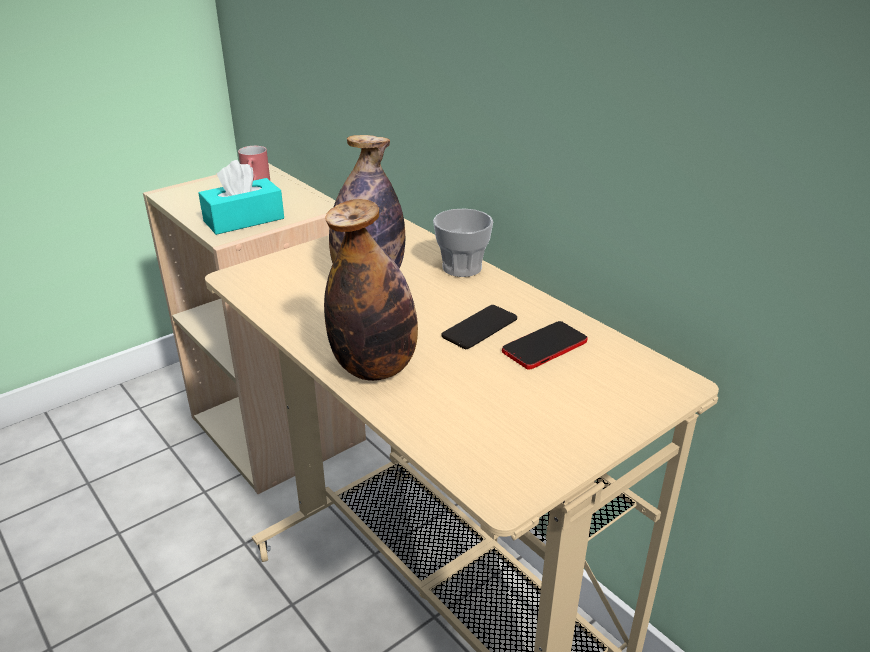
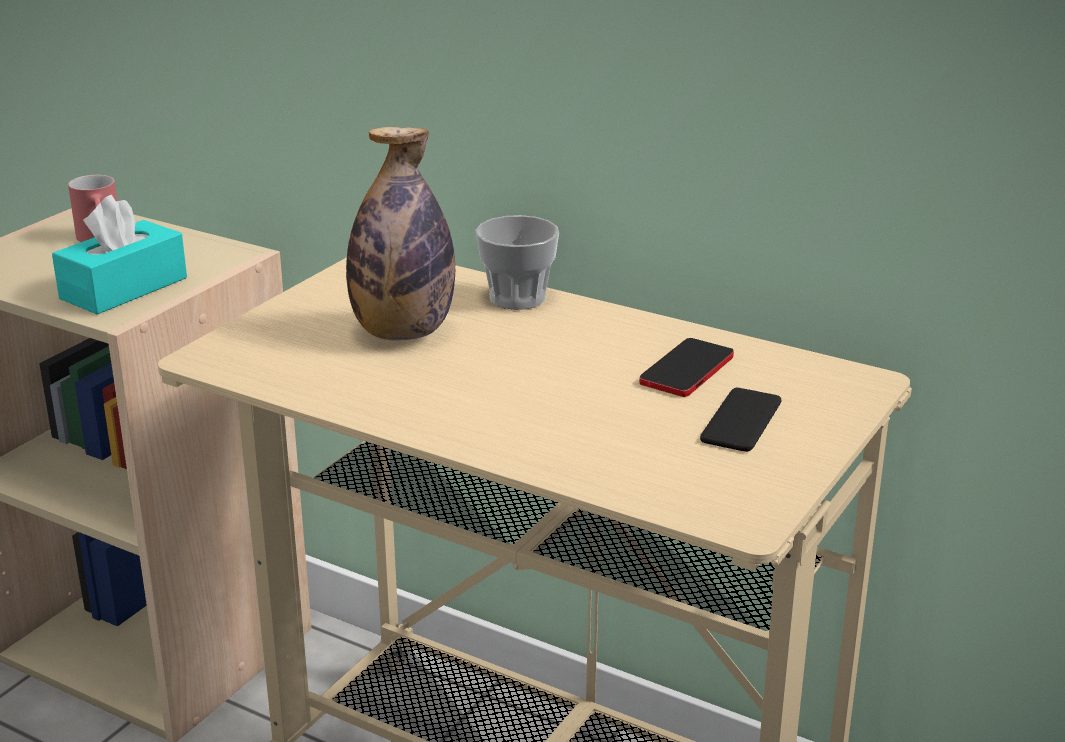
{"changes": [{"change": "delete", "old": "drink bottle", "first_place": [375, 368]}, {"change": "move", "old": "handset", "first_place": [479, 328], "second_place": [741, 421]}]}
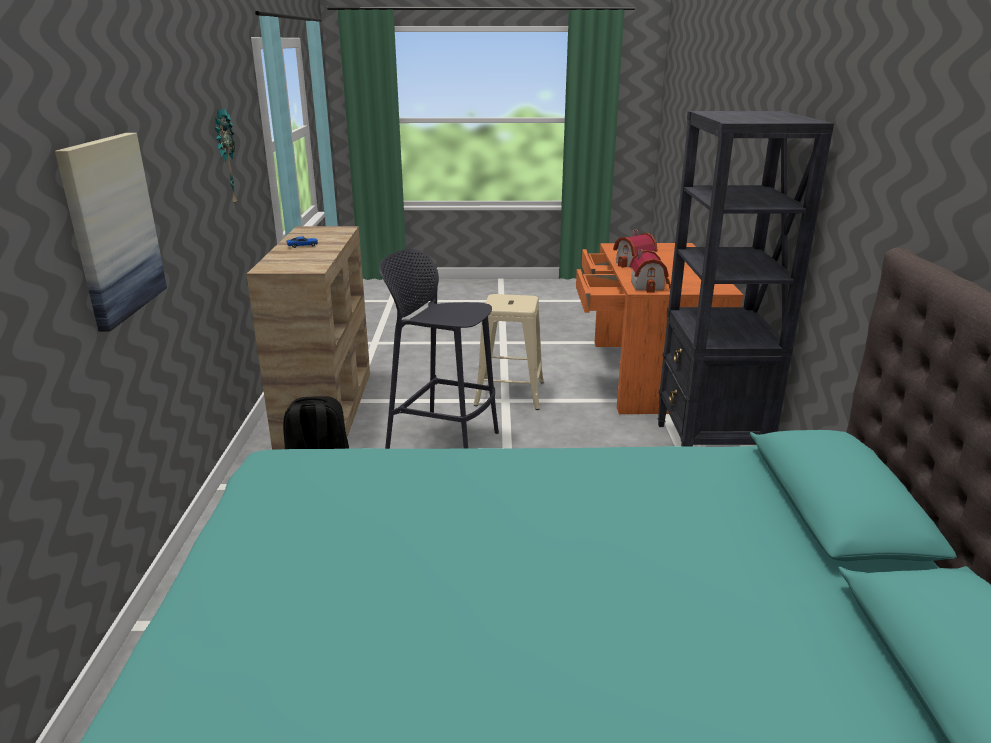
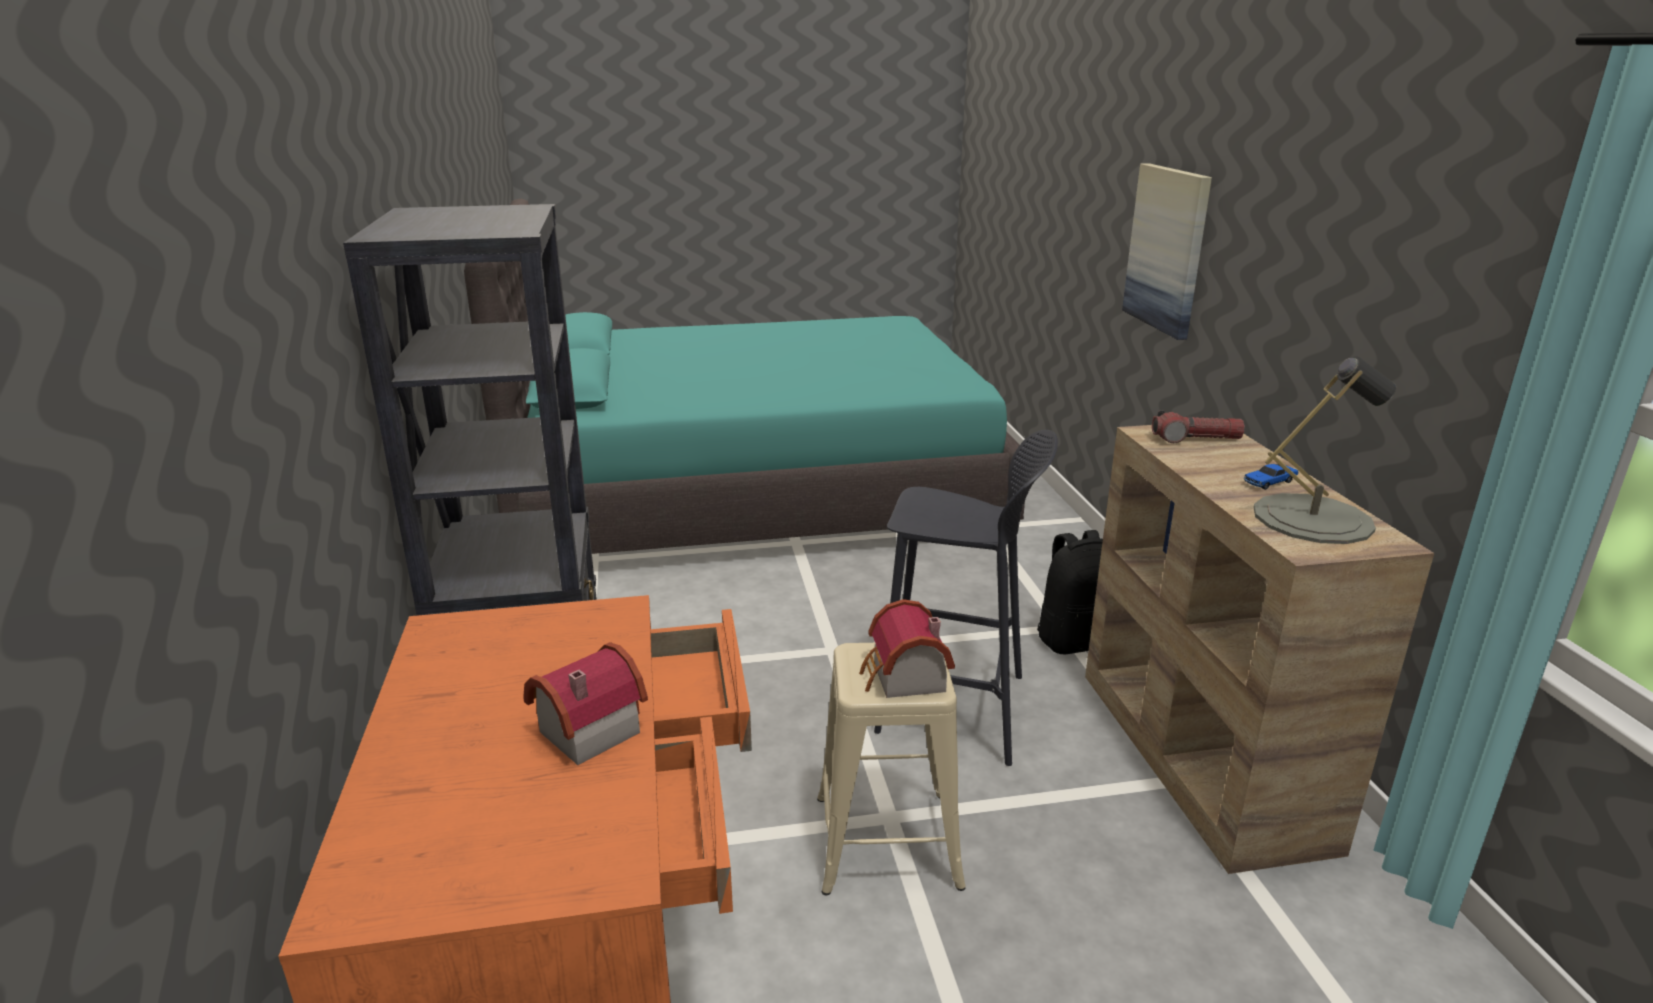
{"changes": [{"change": "delete", "old": "wall clock", "first_place": [224, 158]}, {"change": "move", "old": "toy house", "first_place": [649, 285], "second_place": [904, 679]}, {"change": "insert", "new": "flashlight", "second_place": [1195, 439]}, {"change": "insert", "new": "lamp for a table in grey", "second_place": [1312, 518]}]}
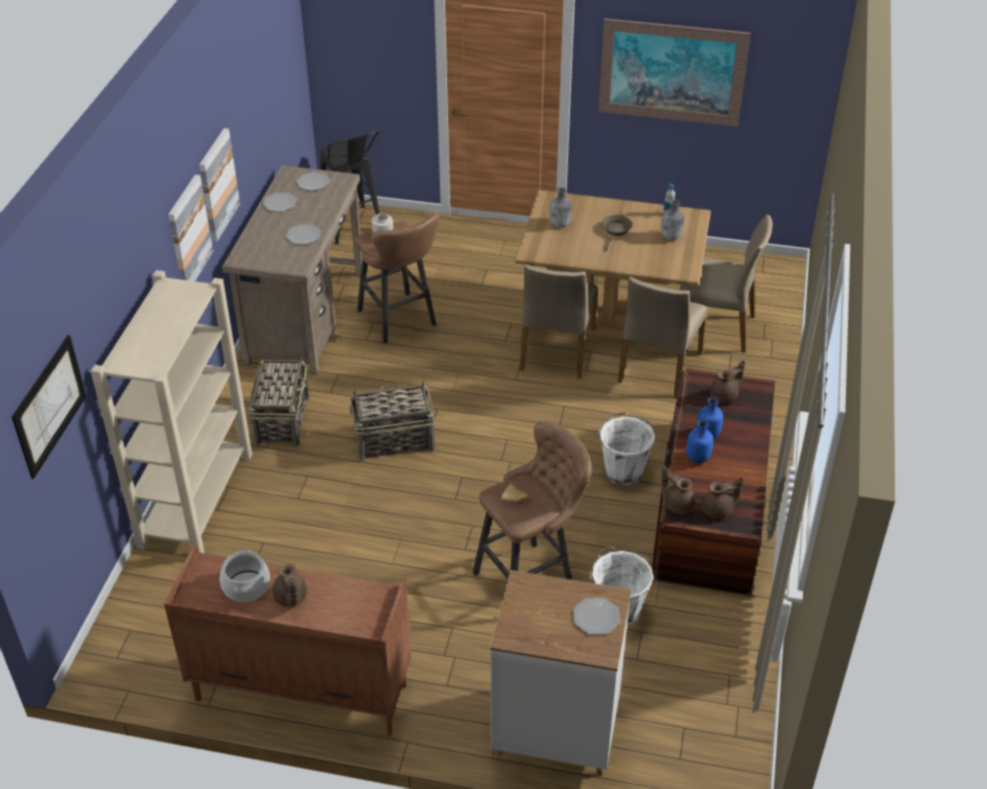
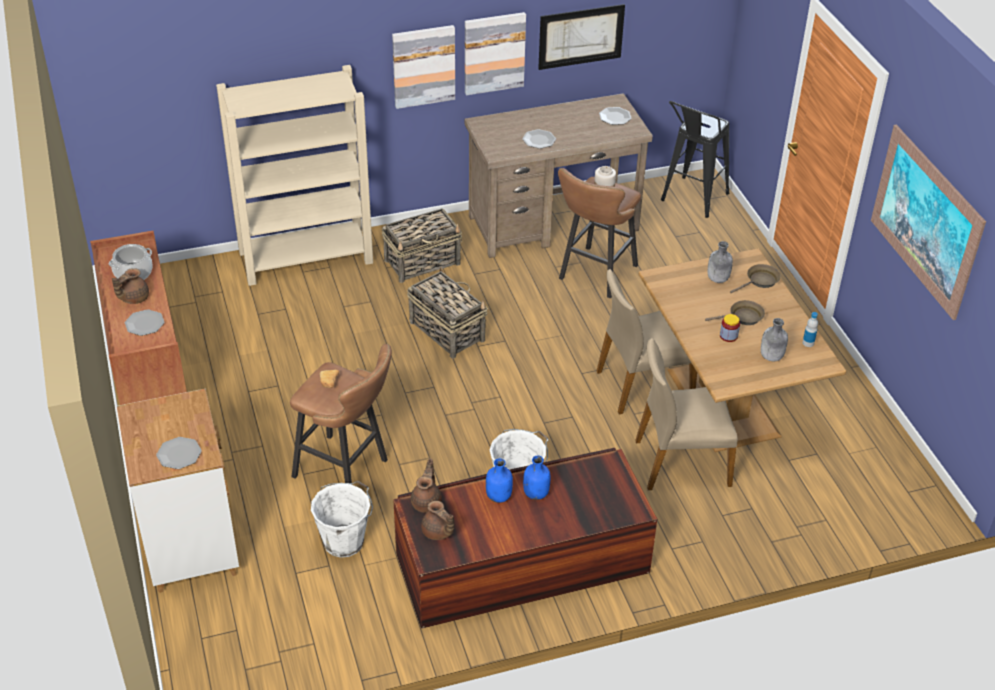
{"changes": [{"change": "move", "old": "wall art", "first_place": [49, 405], "second_place": [581, 36]}, {"change": "move", "old": "dinner plate", "first_place": [280, 203], "second_place": [144, 324]}, {"change": "delete", "old": "upright chair in beige-coloured", "first_place": [714, 327]}, {"change": "delete", "old": "pot for tea in brown-coloured", "first_place": [725, 396]}, {"change": "insert", "new": "storage jar", "second_place": [728, 336]}, {"change": "insert", "new": "skillet in brown-coloured", "second_place": [760, 281]}]}
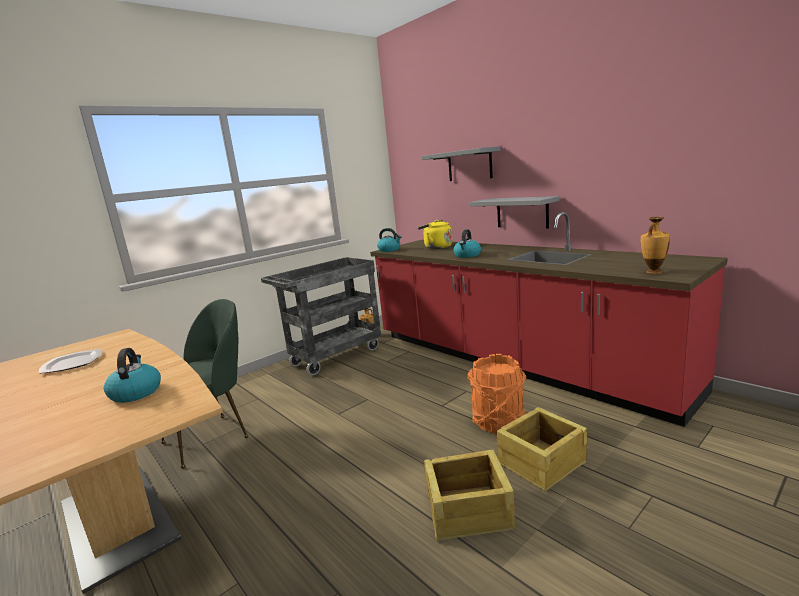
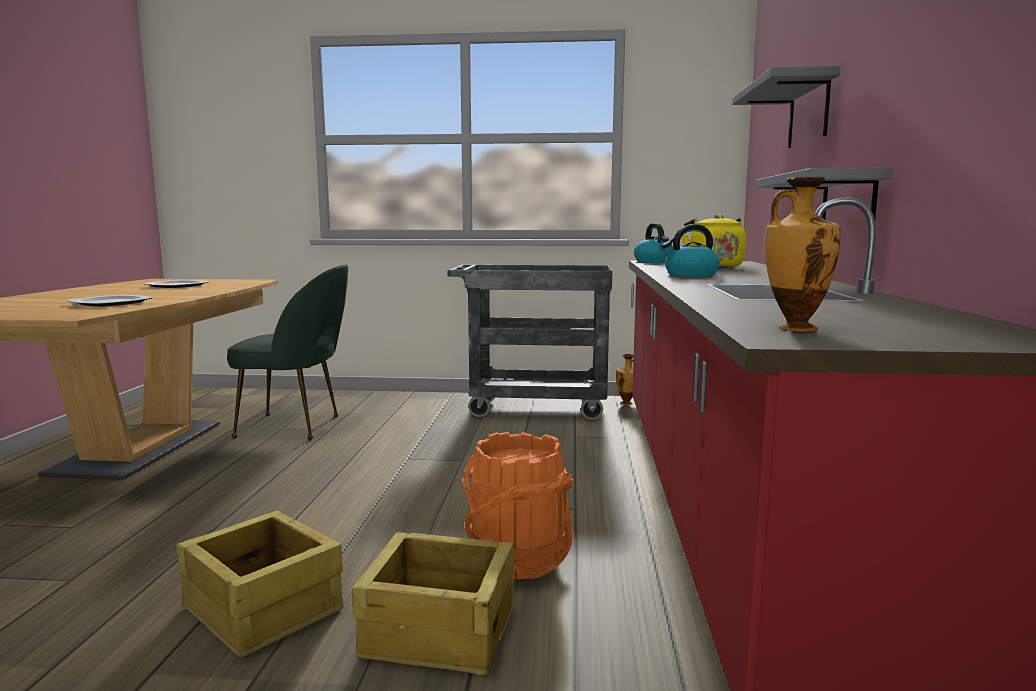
{"changes": [{"change": "replace", "old": "kettle", "new": "dinner plate", "first_place": [136, 392], "second_place": [109, 303]}]}
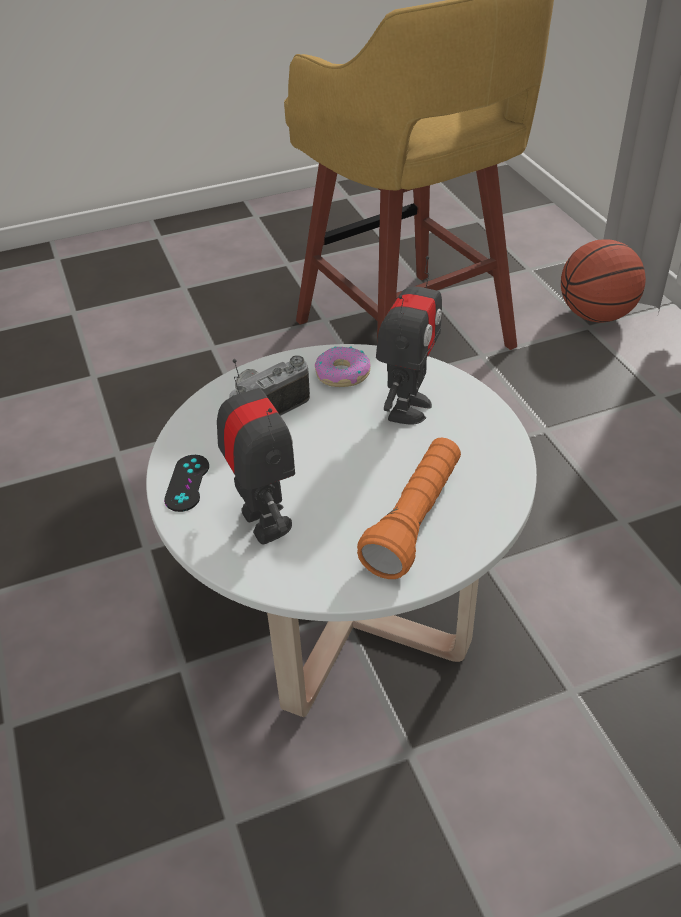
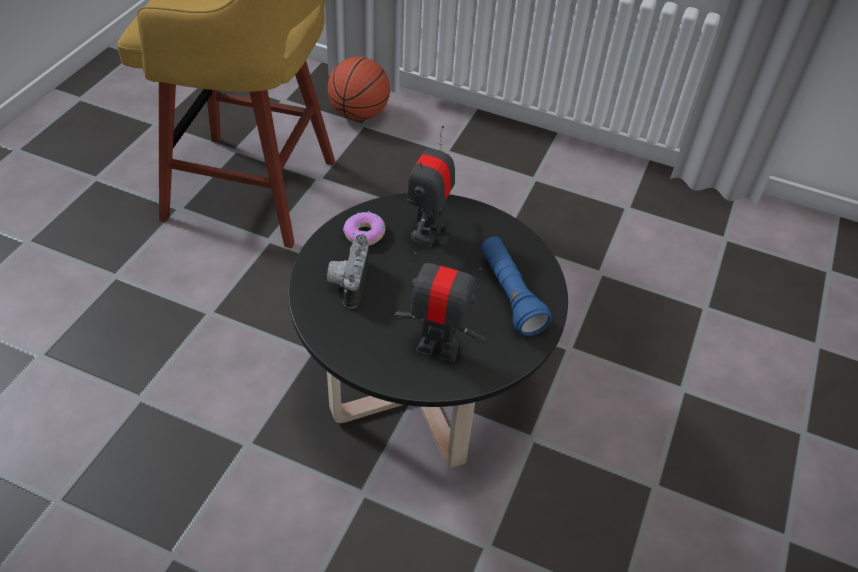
{"changes": [{"change": "recolor", "old": "coffee table in white", "new": "coffee table in blackish", "first_place": [347, 615], "second_place": [421, 392]}, {"change": "delete", "old": "game controller in blackish", "first_place": [187, 483]}, {"change": "recolor", "old": "flashlight in orangey", "new": "flashlight in bluish", "first_place": [414, 520], "second_place": [510, 294]}, {"change": "rotate", "old": "toy robot", "first_place": [408, 408], "second_place": [428, 233], "degrees": -135}]}
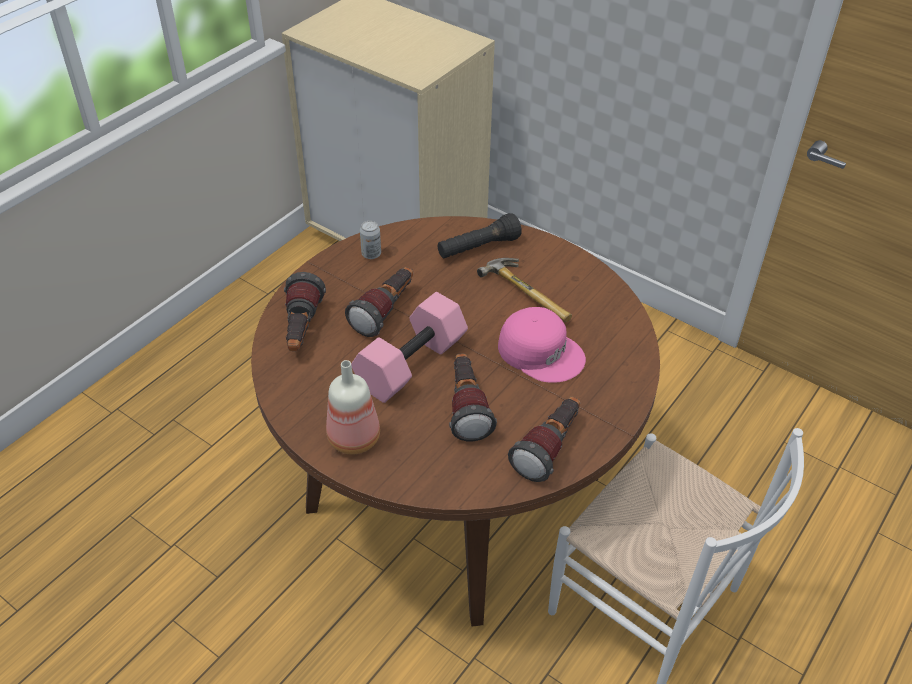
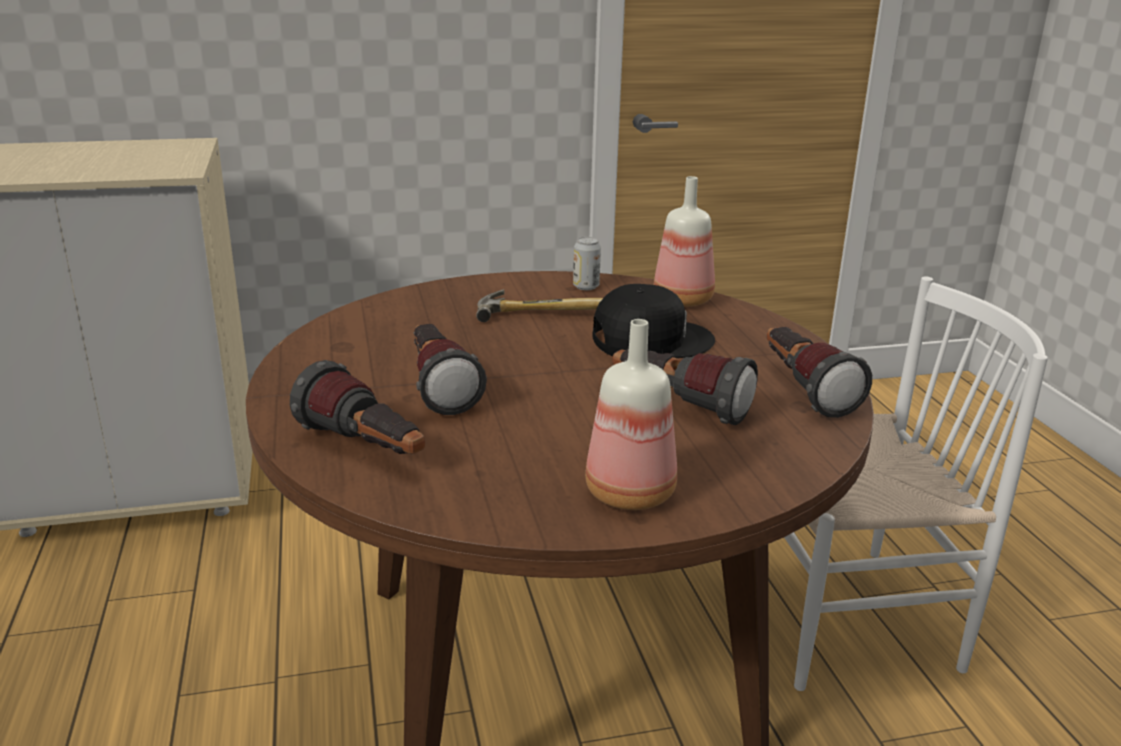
{"changes": [{"change": "delete", "old": "dumbbell in pink", "first_place": [410, 362]}, {"change": "move", "old": "metal can", "first_place": [371, 254], "second_place": [586, 287]}, {"change": "delete", "old": "flashlight in blackish", "first_place": [478, 248]}, {"change": "recolor", "old": "baseball cap in pink", "new": "baseball cap in blackish", "first_place": [541, 351], "second_place": [650, 339]}, {"change": "insert", "new": "drink bottle", "second_place": [683, 299]}]}
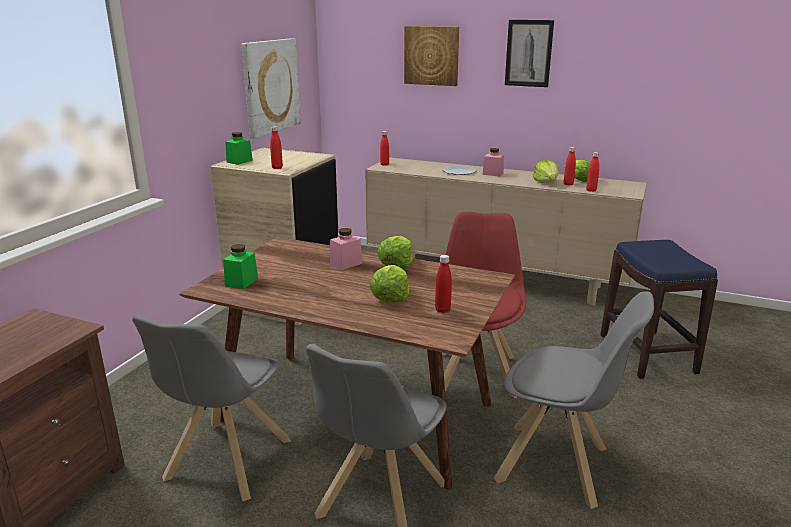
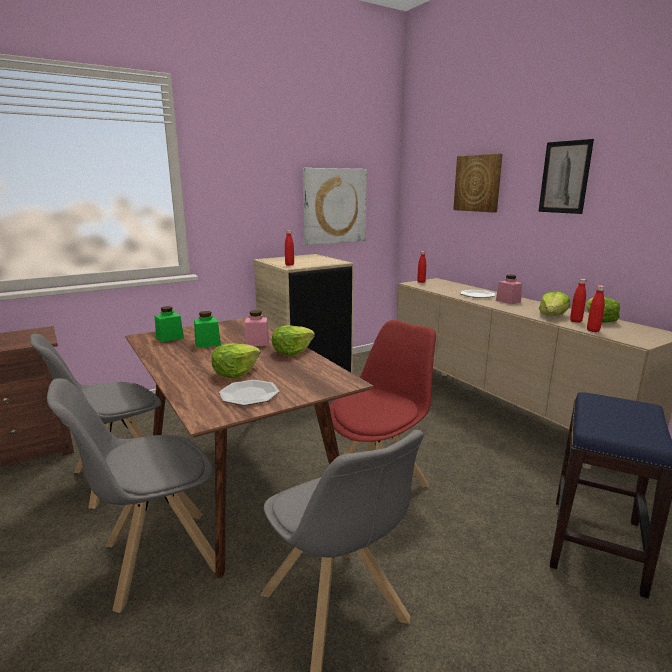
{"changes": [{"change": "move", "old": "storage jar in green-coloured", "first_place": [239, 161], "second_place": [207, 343]}, {"change": "replace", "old": "drink bottle in red", "new": "dinner plate", "first_place": [442, 310], "second_place": [249, 394]}]}
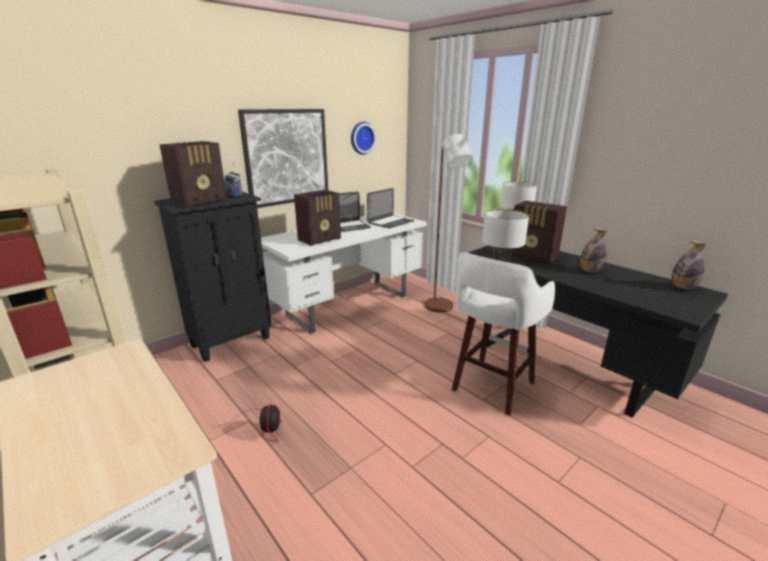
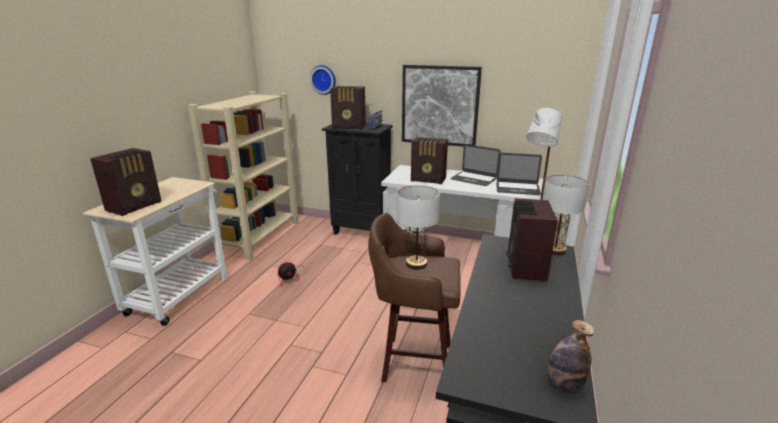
{"changes": [{"change": "move", "old": "wall clock", "first_place": [361, 138], "second_place": [324, 79]}, {"change": "recolor", "old": "sitting stool in white", "new": "sitting stool in brown-coloured", "first_place": [491, 388], "second_place": [413, 362]}, {"change": "delete", "old": "drink bottle", "first_place": [590, 271]}, {"change": "insert", "new": "radio receiver", "second_place": [135, 206]}]}
